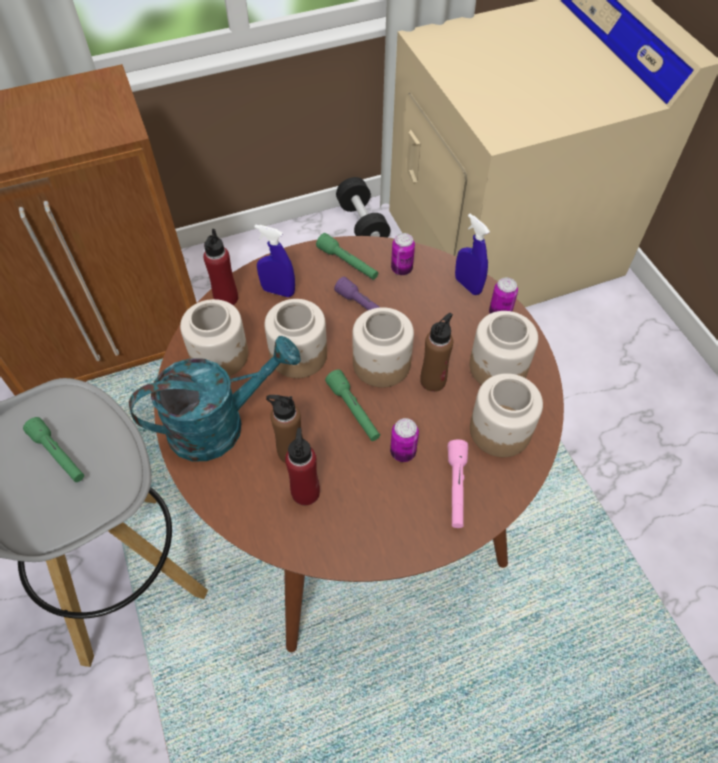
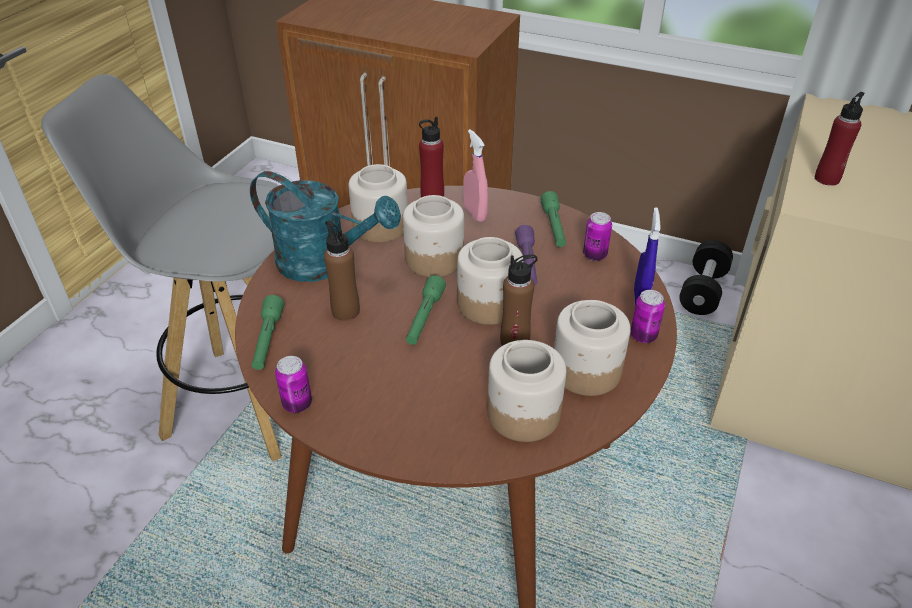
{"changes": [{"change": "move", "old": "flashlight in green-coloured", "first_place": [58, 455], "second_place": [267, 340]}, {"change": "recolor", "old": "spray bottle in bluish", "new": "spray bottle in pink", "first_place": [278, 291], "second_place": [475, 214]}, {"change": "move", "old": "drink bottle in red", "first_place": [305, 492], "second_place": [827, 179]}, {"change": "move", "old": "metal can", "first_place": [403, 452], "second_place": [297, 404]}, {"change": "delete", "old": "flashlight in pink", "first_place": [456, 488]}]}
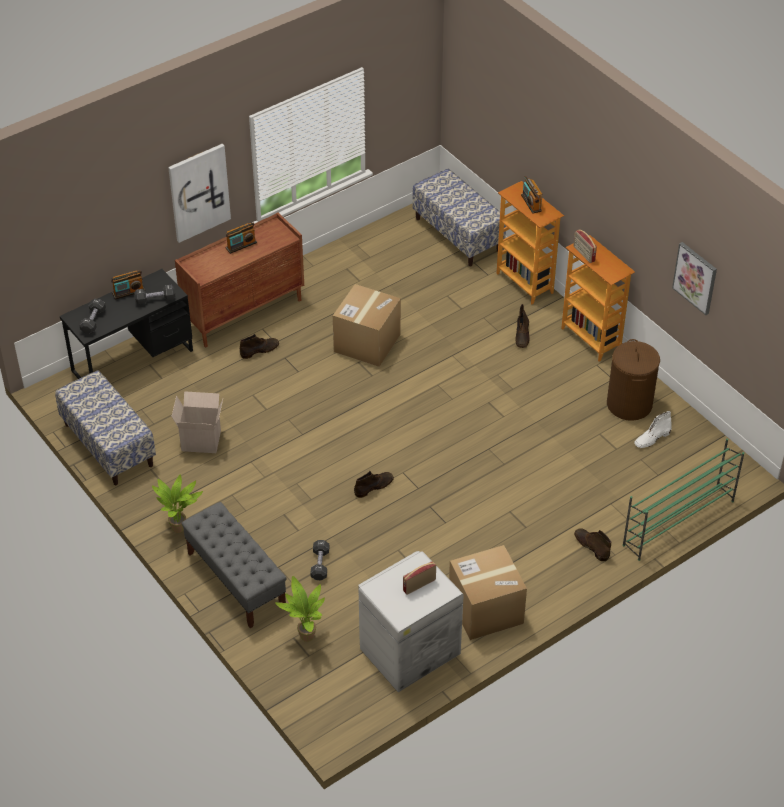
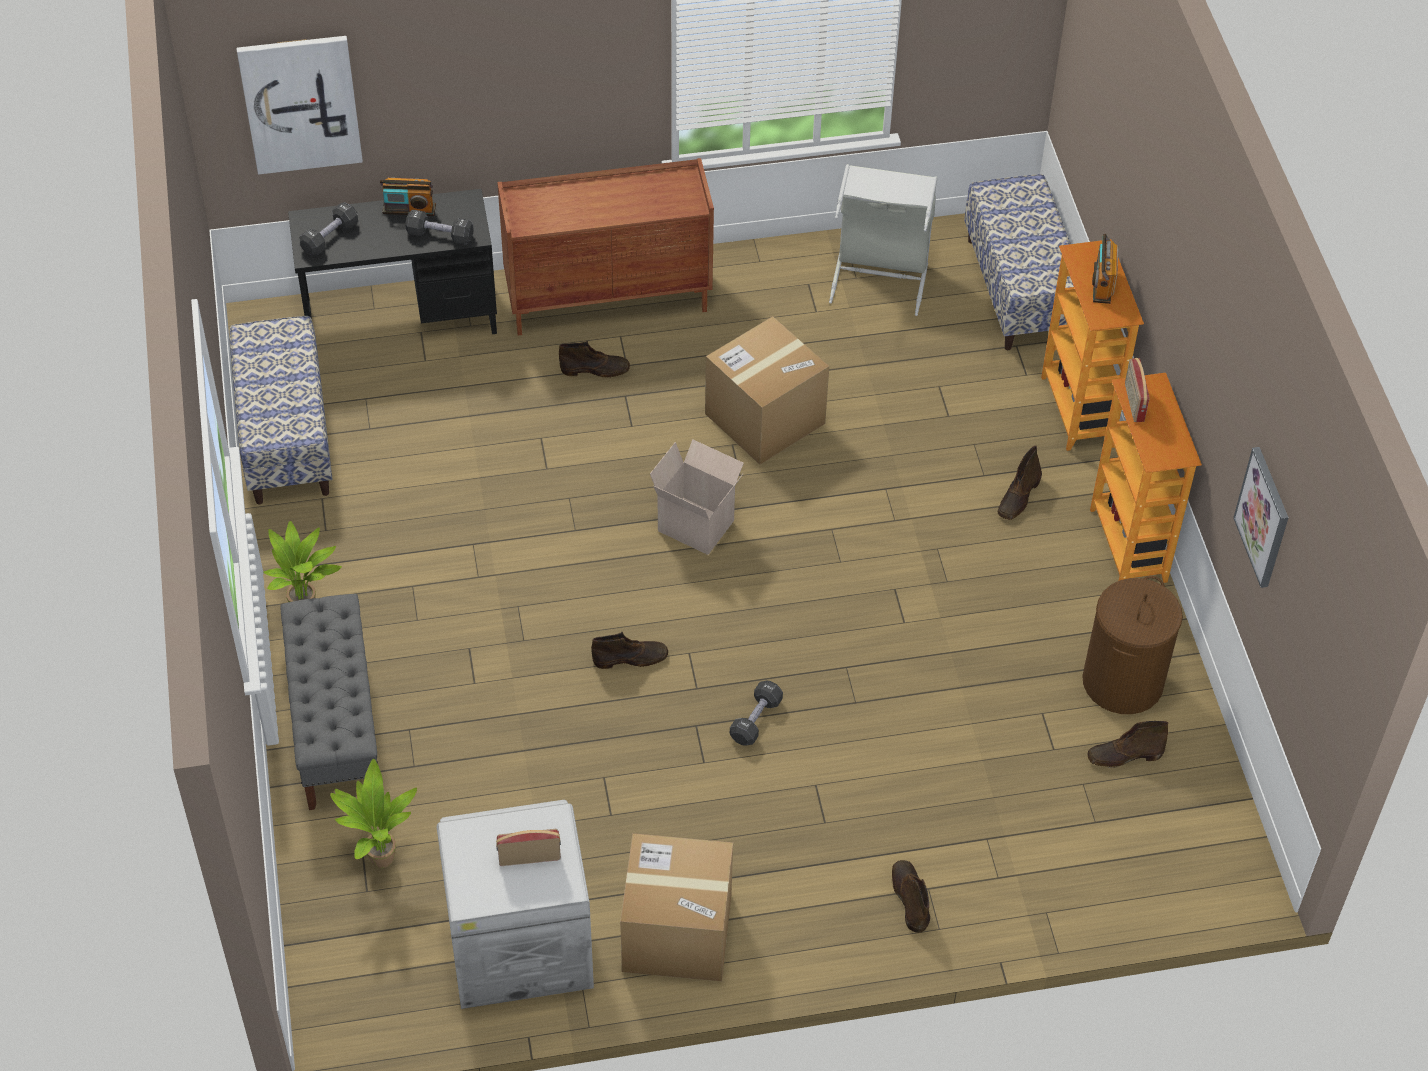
{"changes": [{"change": "move", "old": "wall art", "first_place": [199, 192], "second_place": [300, 103]}, {"change": "move", "old": "cardboard box", "first_place": [202, 440], "second_place": [698, 525]}, {"change": "delete", "old": "radio receiver", "first_place": [241, 245]}, {"change": "move", "old": "dumbbell in blackish", "first_place": [320, 565], "second_place": [756, 720]}, {"change": "delete", "old": "shoe shelf in green-coloured", "first_place": [678, 523]}, {"change": "recolor", "old": "boot in white", "new": "boot in brown-coloured", "first_place": [652, 438], "second_place": [1124, 756]}, {"change": "insert", "new": "hamper in grey", "second_place": [880, 276]}]}
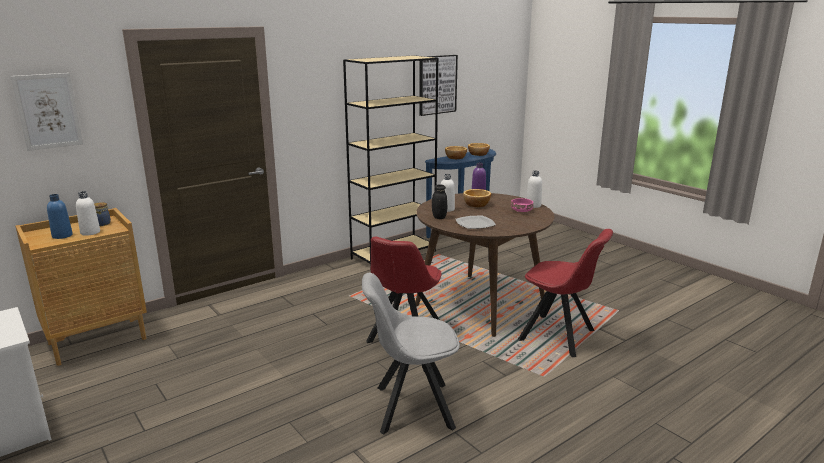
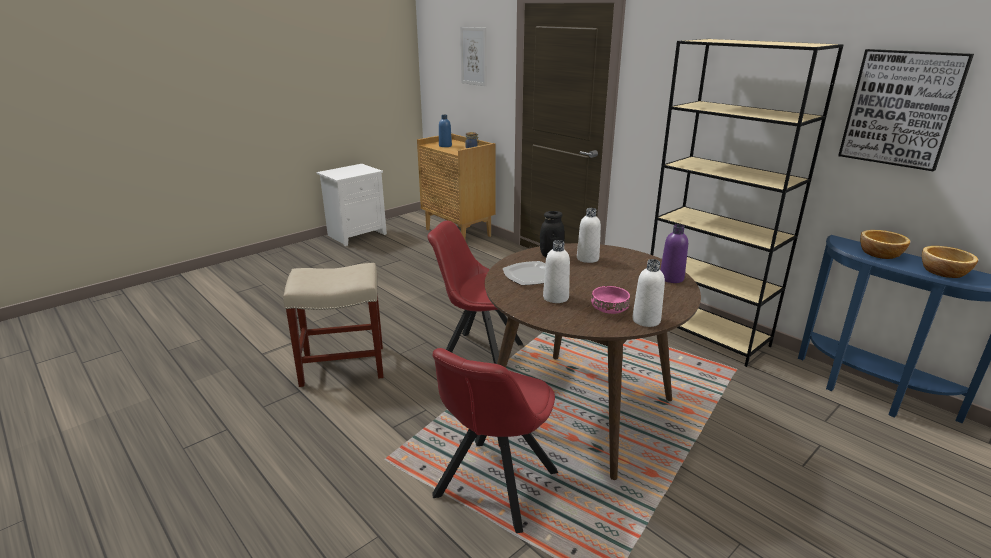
{"changes": [{"change": "move", "old": "drink bottle in white", "first_place": [90, 232], "second_place": [555, 297]}, {"change": "replace", "old": "upright chair in grey", "new": "sitting stool in beige-coloured", "first_place": [411, 407], "second_place": [344, 365]}, {"change": "delete", "old": "serving bowl", "first_place": [477, 204]}]}
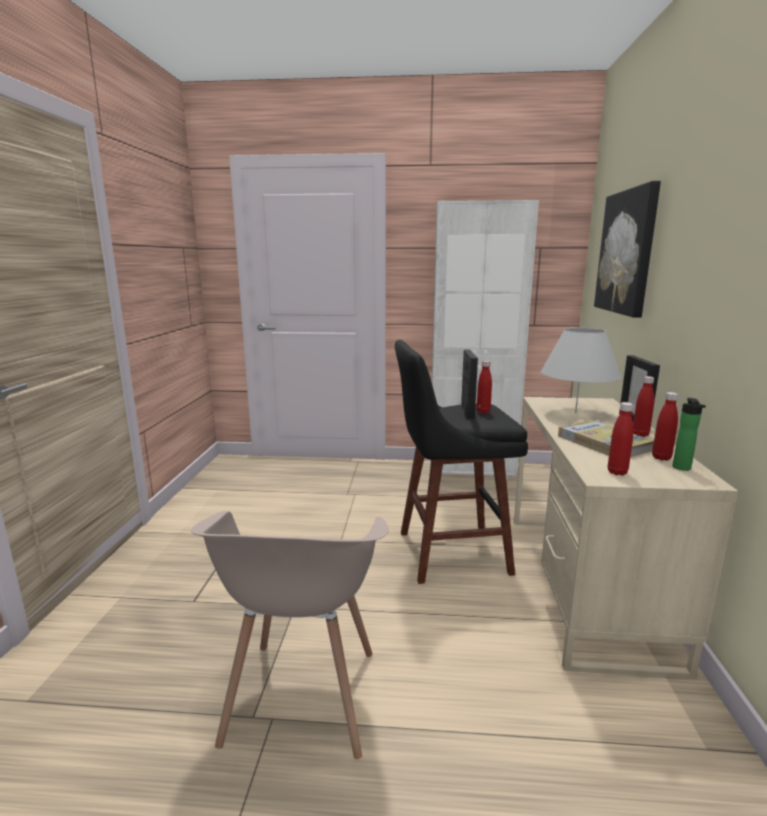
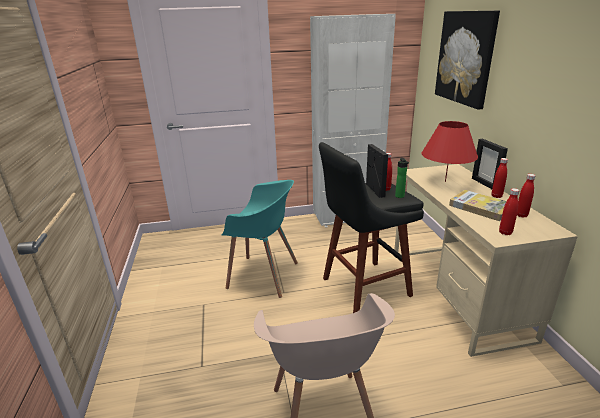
{"changes": [{"change": "recolor", "old": "lamp for a table in white", "new": "lamp for a table in red", "first_place": [575, 413], "second_place": [445, 181]}, {"change": "move", "old": "drink bottle", "first_place": [682, 468], "second_place": [400, 197]}, {"change": "insert", "new": "upright chair in turquoise", "second_place": [264, 276]}]}
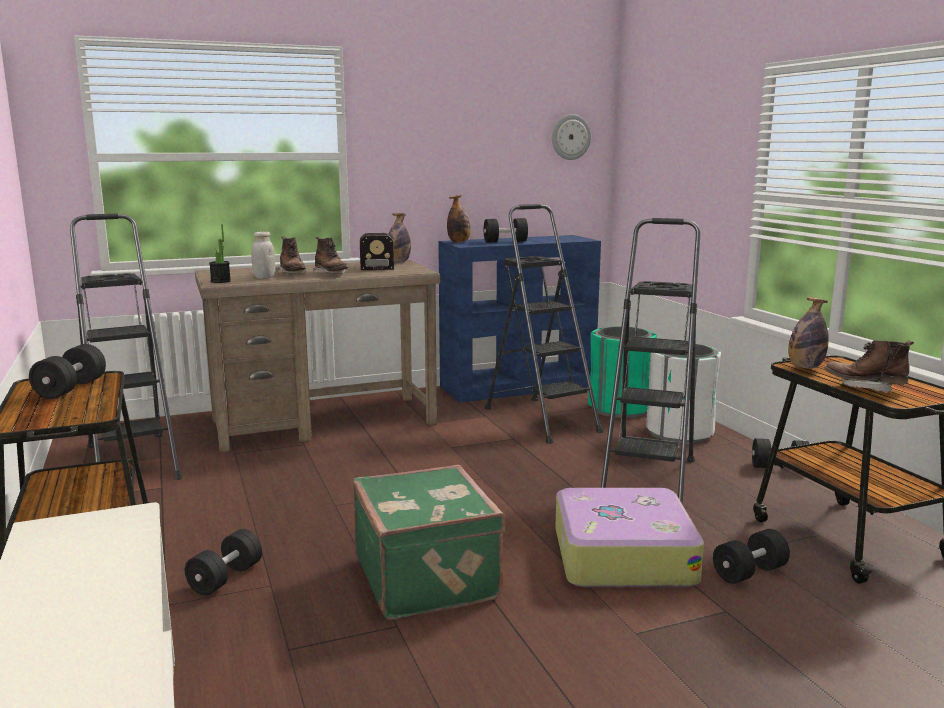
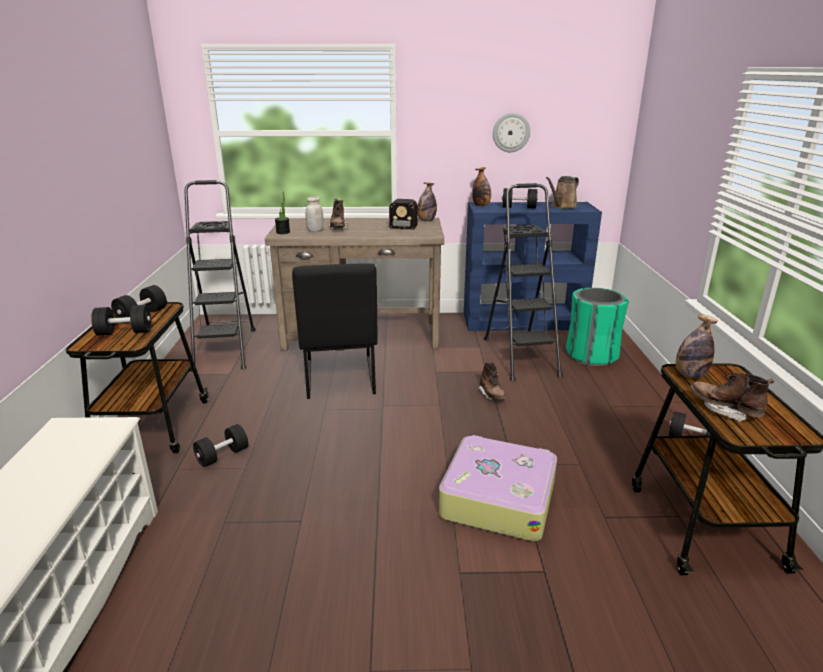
{"changes": [{"change": "move", "old": "boot in brown-coloured", "first_place": [331, 274], "second_place": [492, 395]}, {"change": "delete", "old": "suitcase in green-coloured", "first_place": [428, 577]}, {"change": "move", "old": "wall clock", "first_place": [570, 137], "second_place": [511, 132]}, {"change": "delete", "old": "step ladder", "first_place": [649, 480]}, {"change": "delete", "old": "trash can in white", "first_place": [679, 432]}, {"change": "move", "old": "dumbbell in blackish", "first_place": [749, 573], "second_place": [125, 332]}, {"change": "insert", "new": "upright chair in blackish", "second_place": [339, 378]}, {"change": "insert", "new": "watering can in brown-coloured", "second_place": [562, 206]}]}
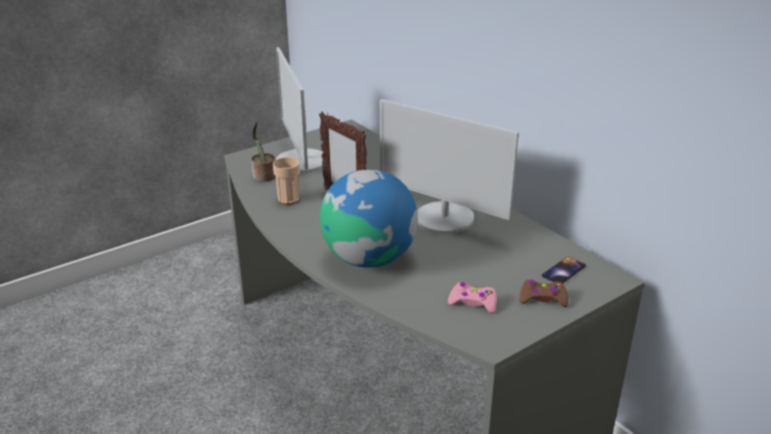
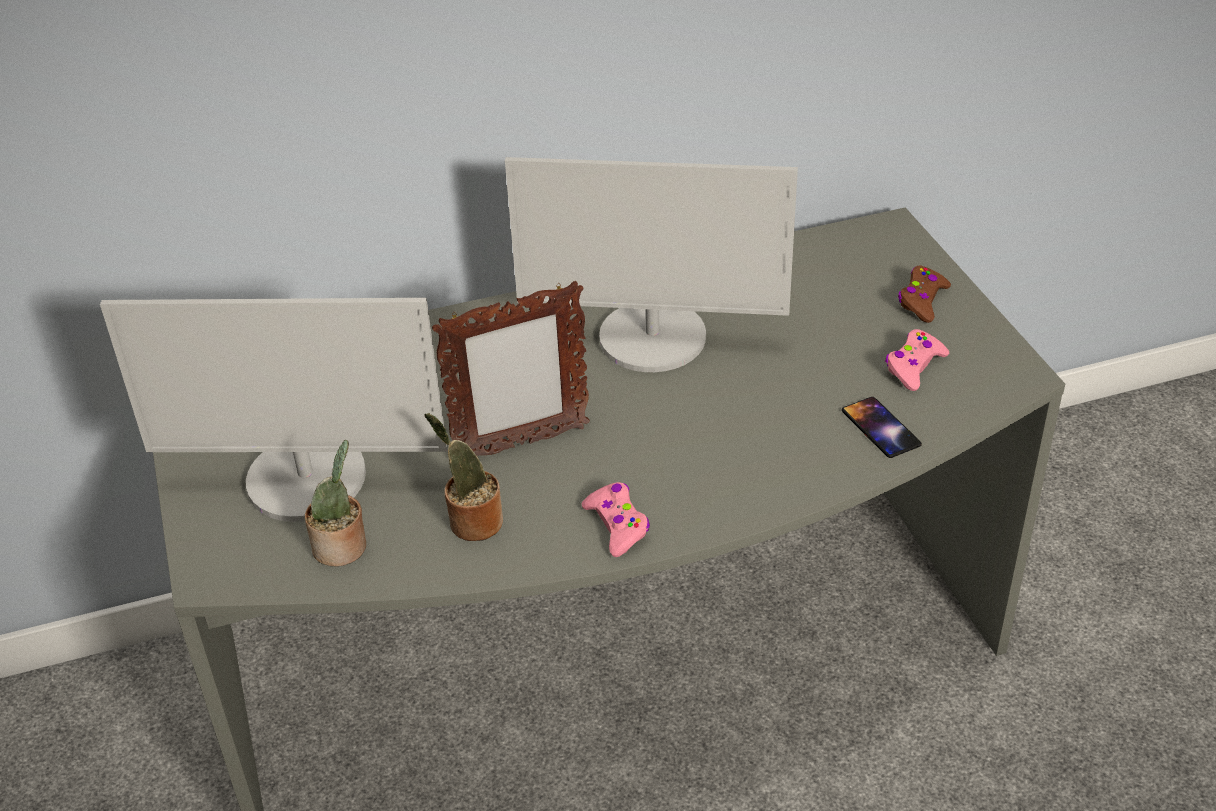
{"changes": [{"change": "replace", "old": "small cup", "new": "houseplant", "first_place": [288, 199], "second_place": [472, 522]}, {"change": "delete", "old": "world globe", "first_place": [369, 258]}, {"change": "rotate", "old": "computer screen", "first_place": [444, 219], "second_place": [653, 339], "degrees": 45}, {"change": "move", "old": "handset", "first_place": [563, 271], "second_place": [880, 428]}, {"change": "insert", "new": "game controller in pink", "second_place": [617, 525]}]}
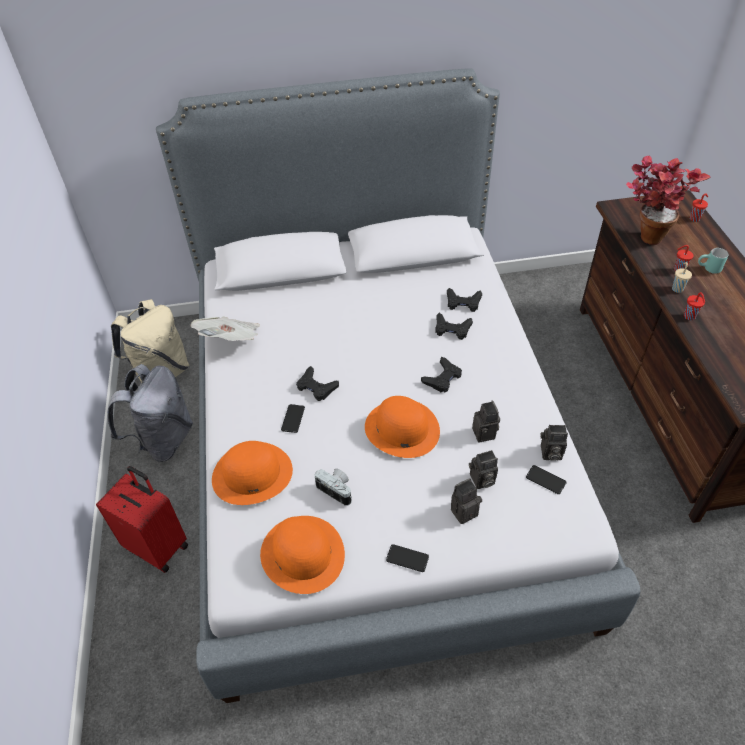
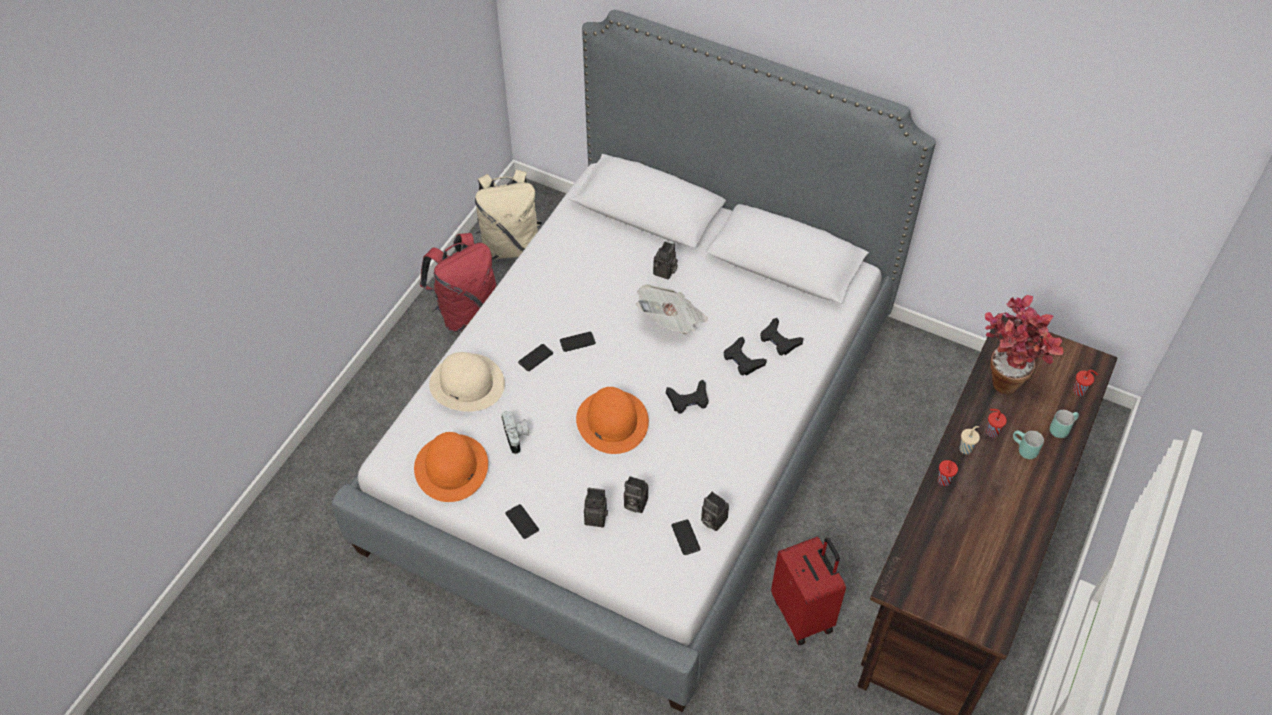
{"changes": [{"change": "move", "old": "suitcase in red", "first_place": [158, 546], "second_place": [803, 614]}, {"change": "recolor", "old": "backpack in grey", "new": "backpack in red", "first_place": [163, 440], "second_place": [466, 311]}, {"change": "move", "old": "daily paper", "first_place": [231, 340], "second_place": [671, 321]}, {"change": "recolor", "old": "wearable hat in orangey", "new": "wearable hat in beige-coloured", "first_place": [252, 473], "second_place": [467, 383]}, {"change": "replace", "old": "game controller in blackish", "new": "handset", "first_place": [316, 387], "second_place": [577, 342]}, {"change": "move", "old": "photo camera", "first_place": [485, 434], "second_place": [665, 272]}, {"change": "insert", "new": "mug in turquoise", "second_place": [1061, 428]}]}
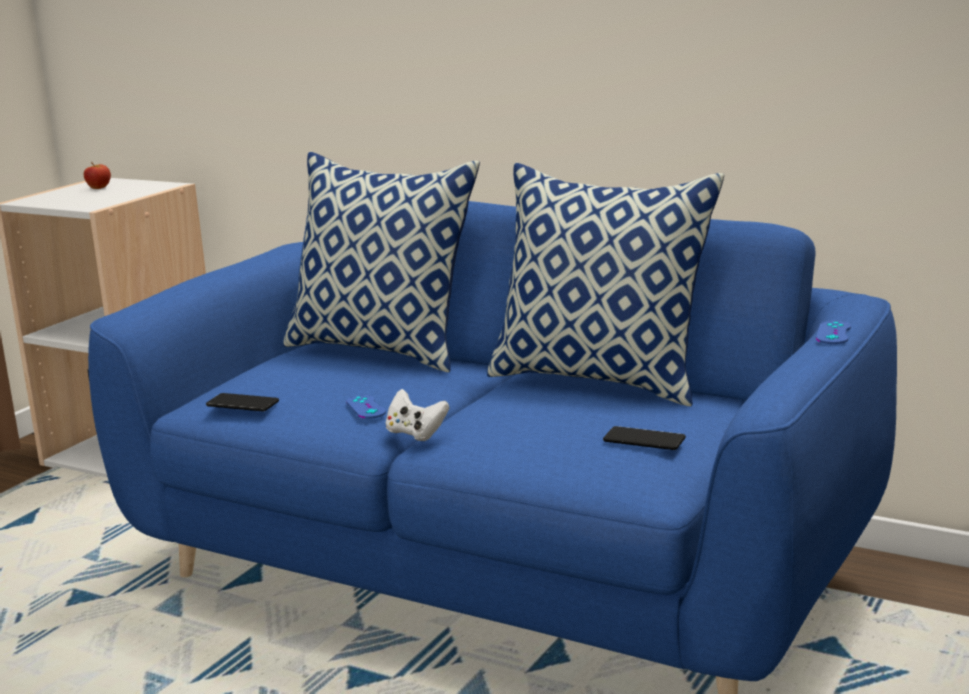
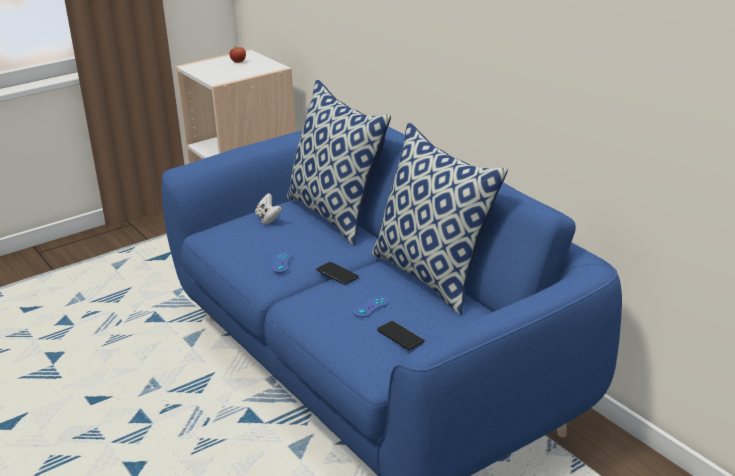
{"changes": [{"change": "move", "old": "handset", "first_place": [242, 404], "second_place": [337, 274]}, {"change": "move", "old": "game controller in white", "first_place": [415, 434], "second_place": [268, 219]}, {"change": "move", "old": "game controller in bluish", "first_place": [833, 333], "second_place": [371, 307]}]}
